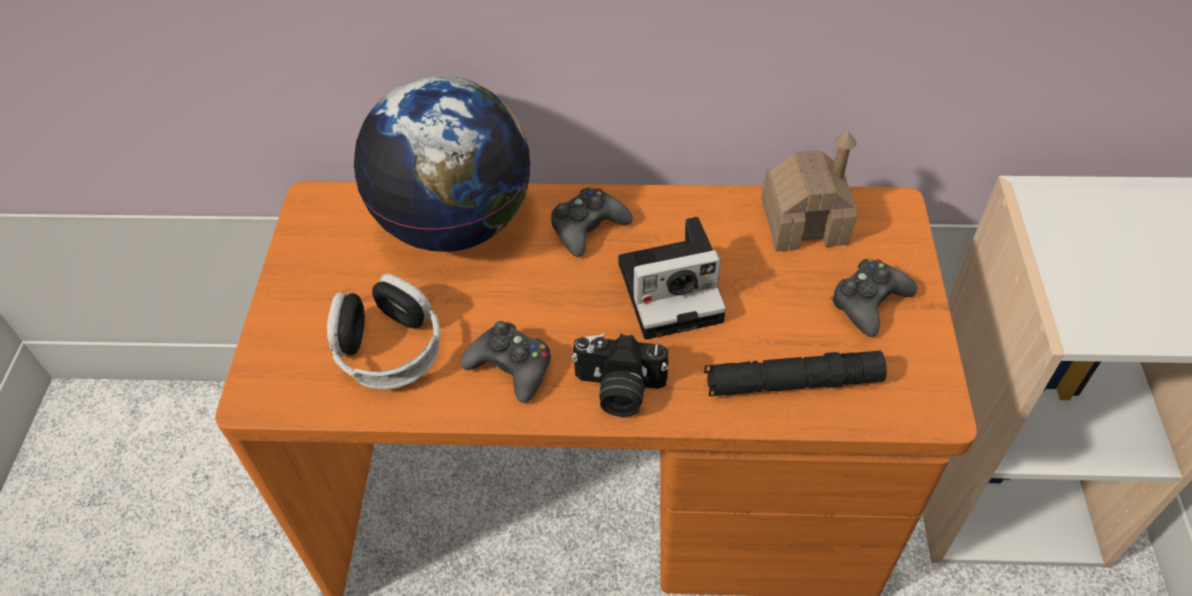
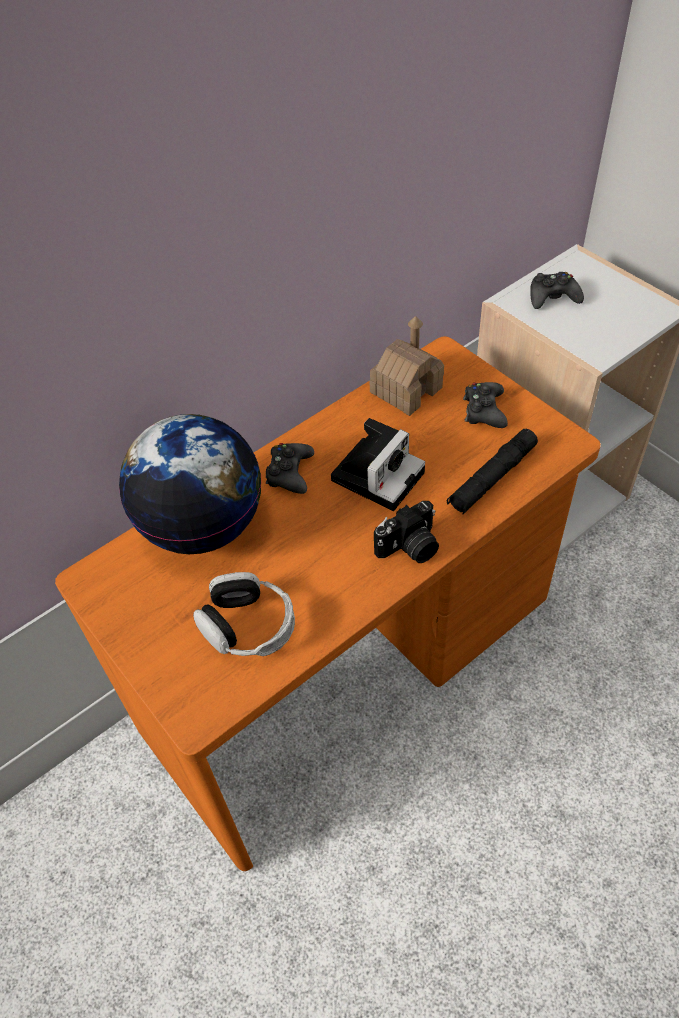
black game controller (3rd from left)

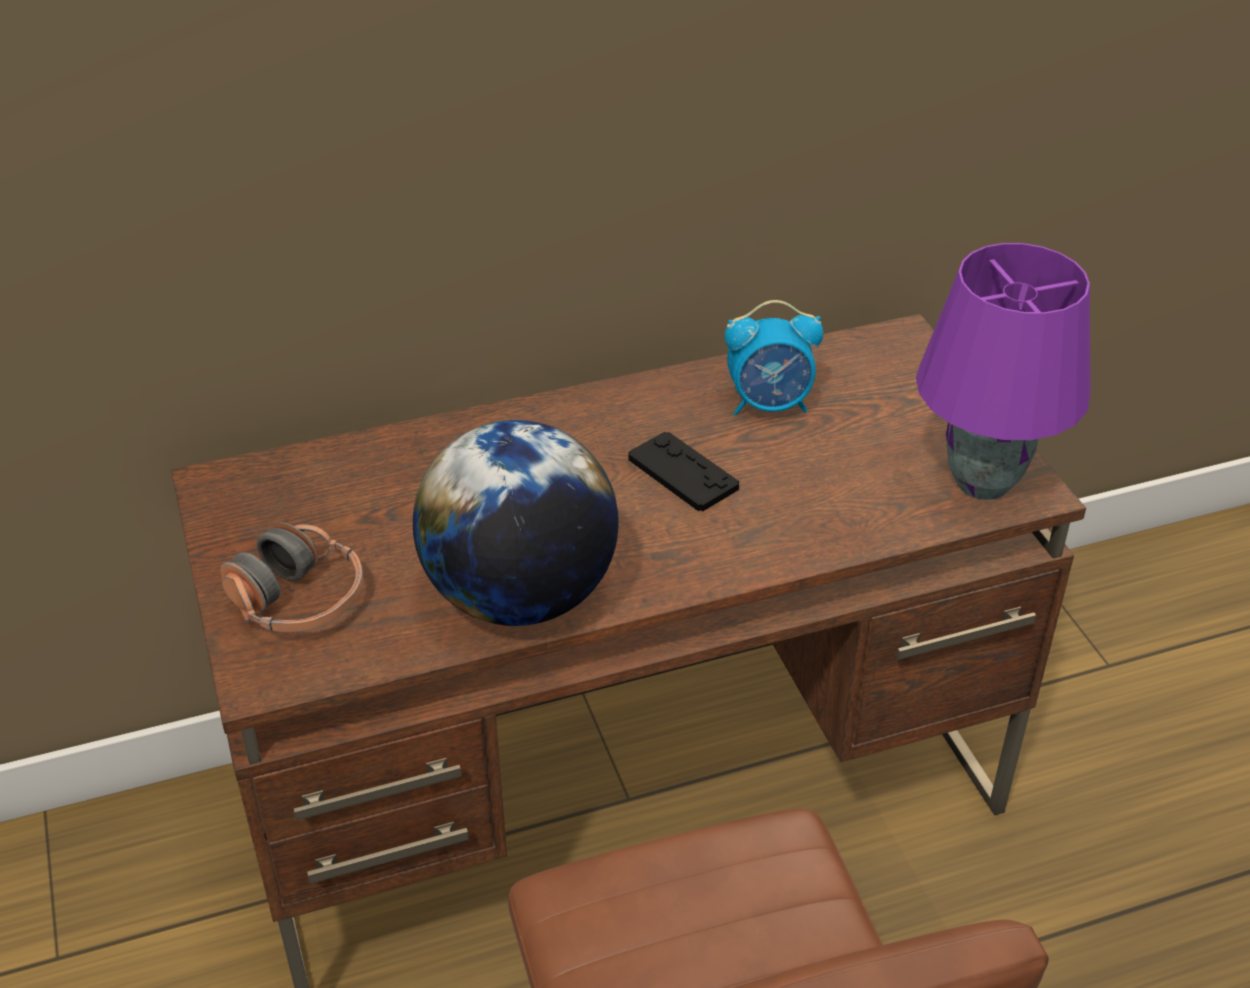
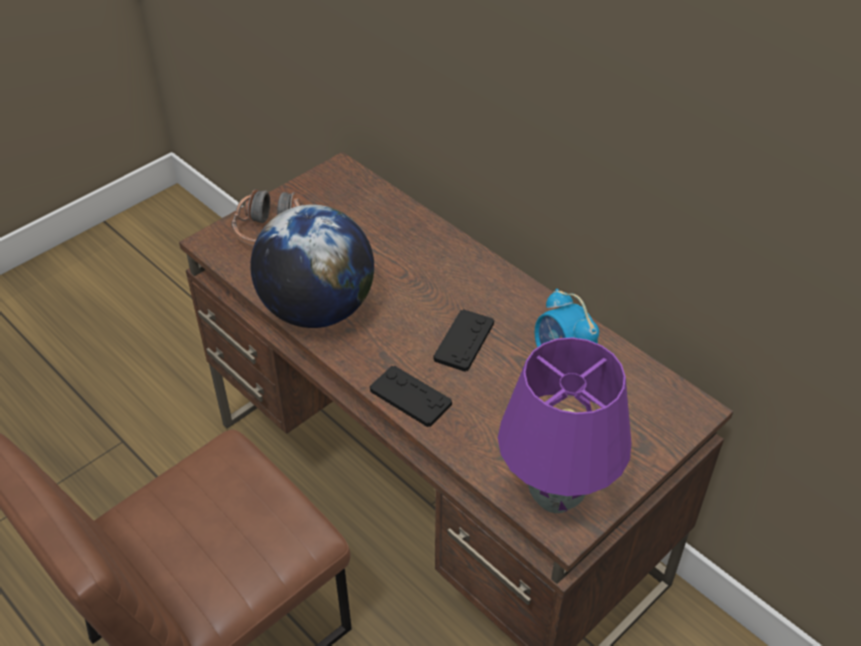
black game controller (1st from left)

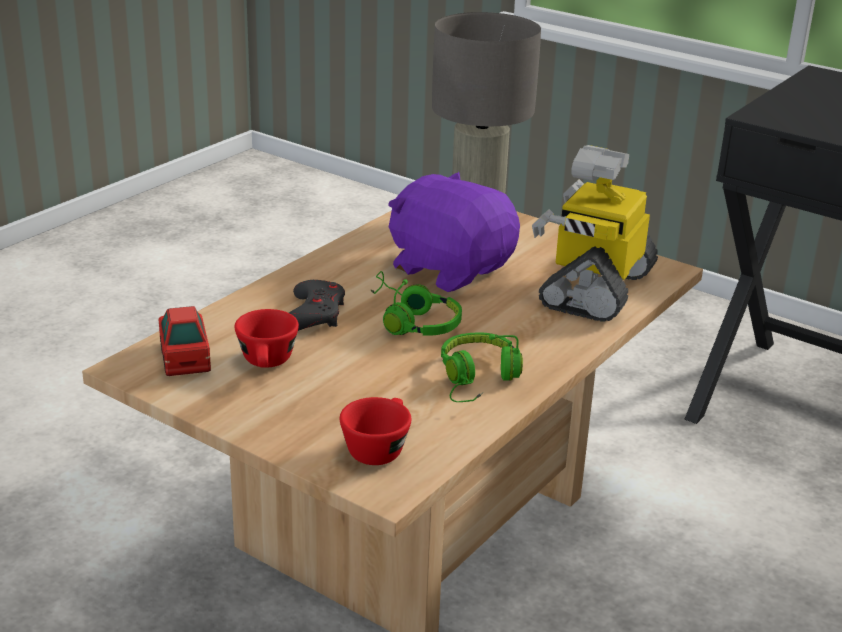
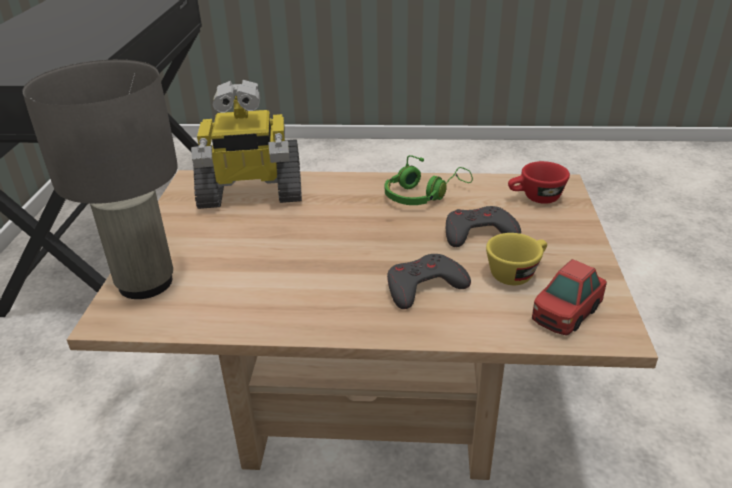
purple plush toy; green headphones (1st from left in the first image); yellow cup; grey game controller (2nd from left)

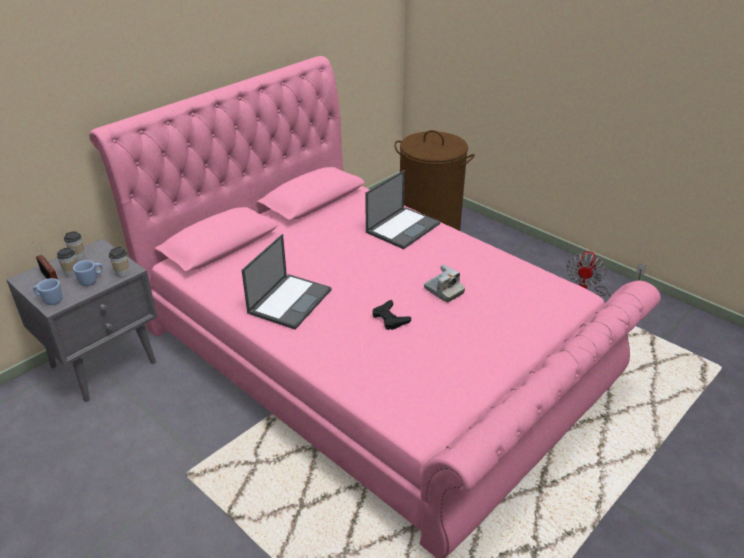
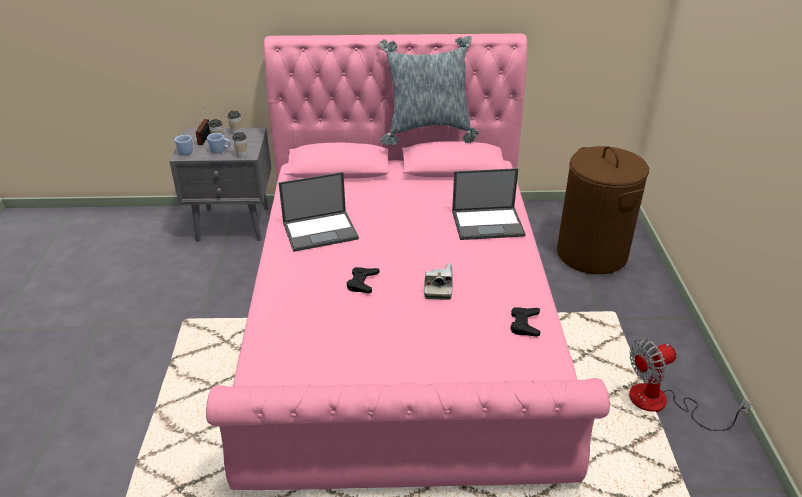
pillow; black game controller (2nd from left)

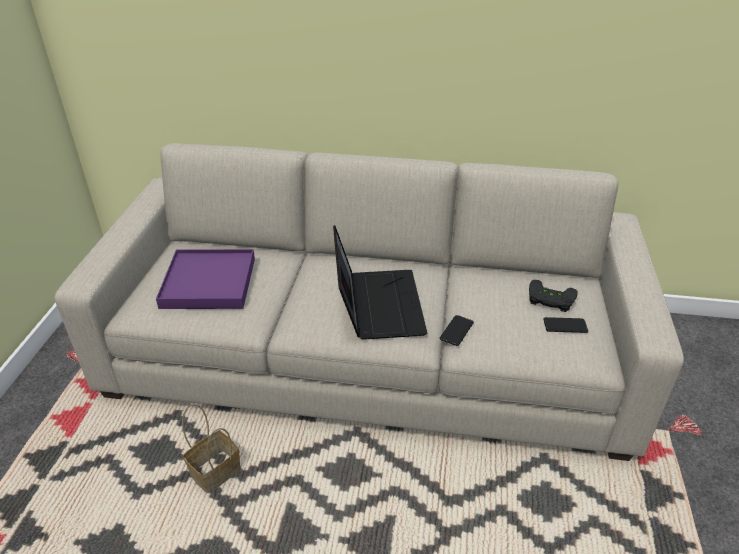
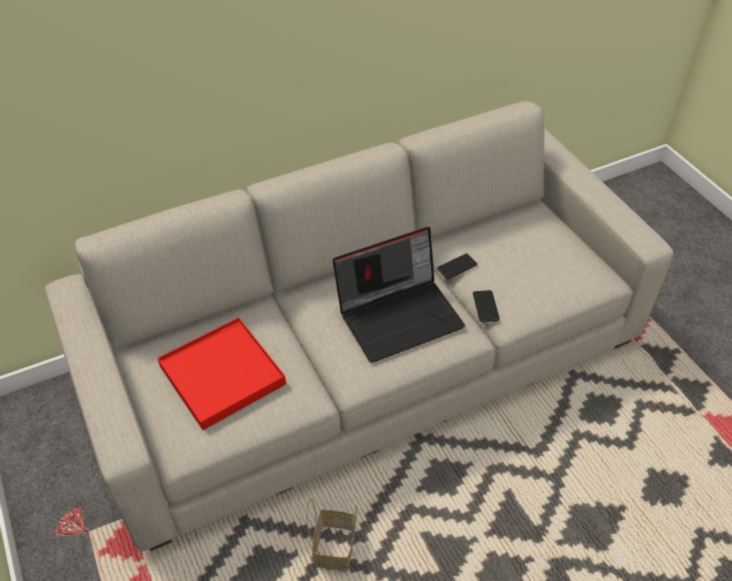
laptop; red tray; black game controller; phone (1st from left)

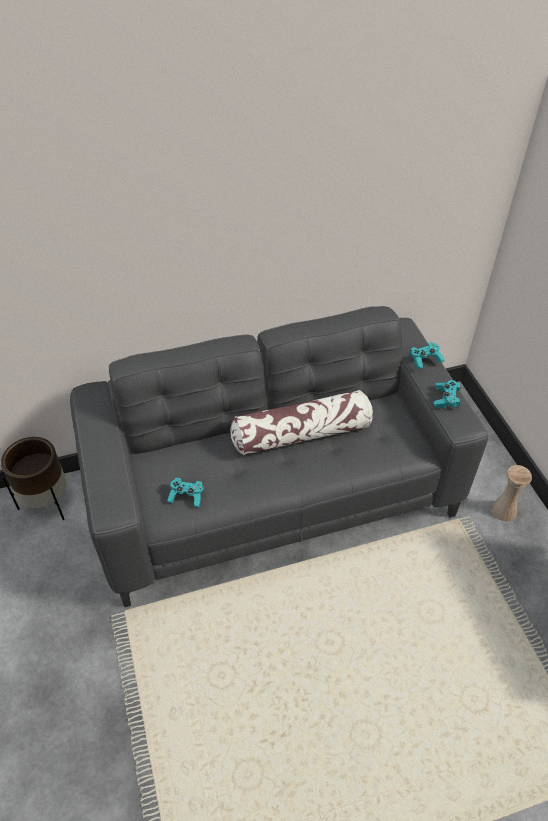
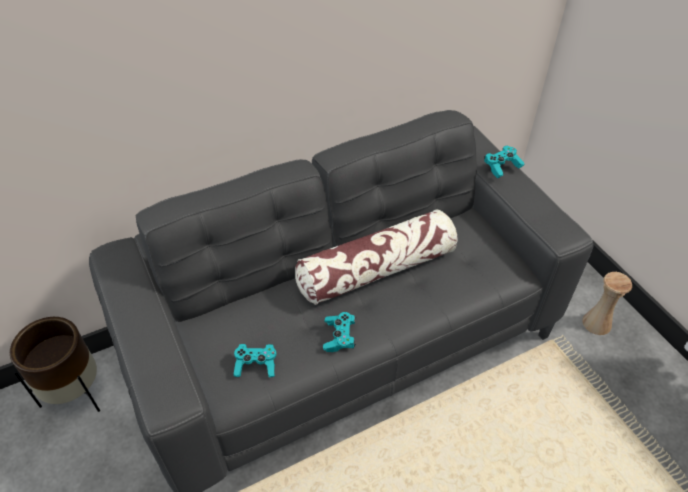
turquoise game controller (2nd from left)

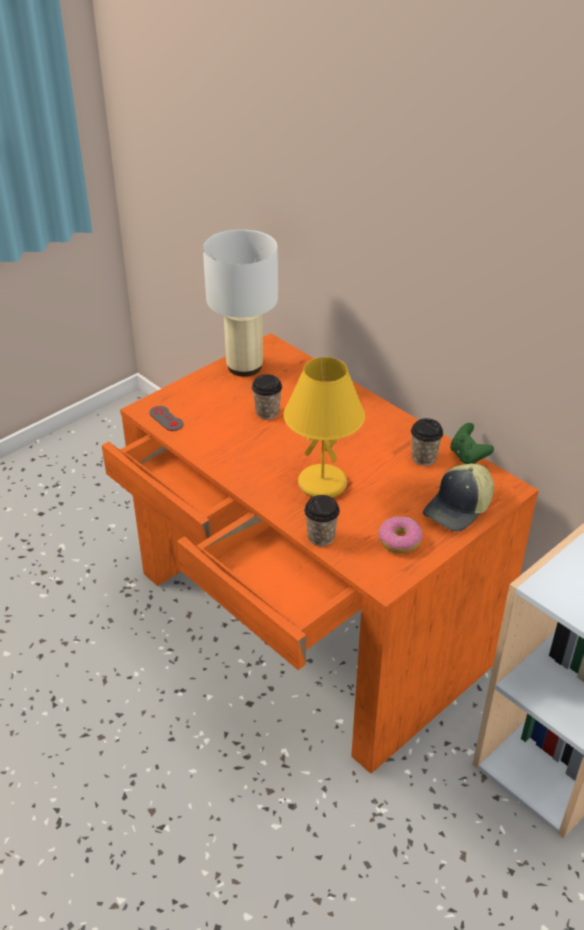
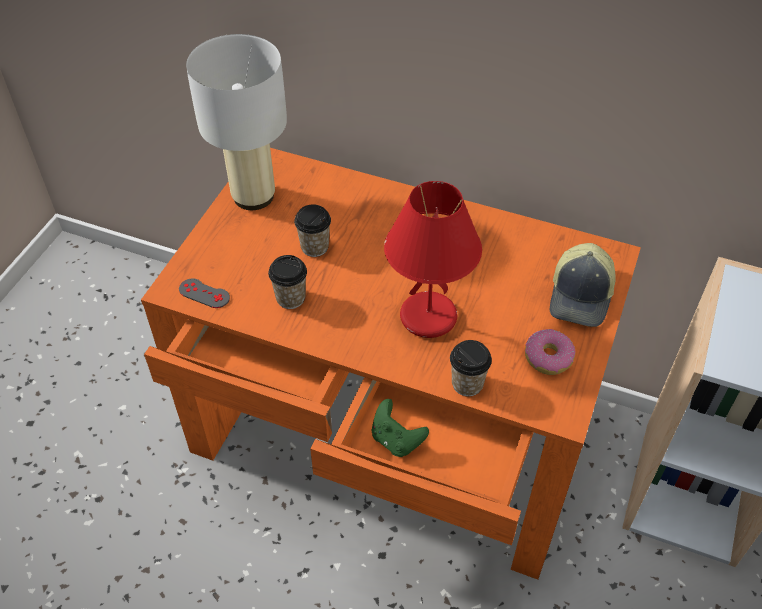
red table lamp; cup (1st from left); green game controller

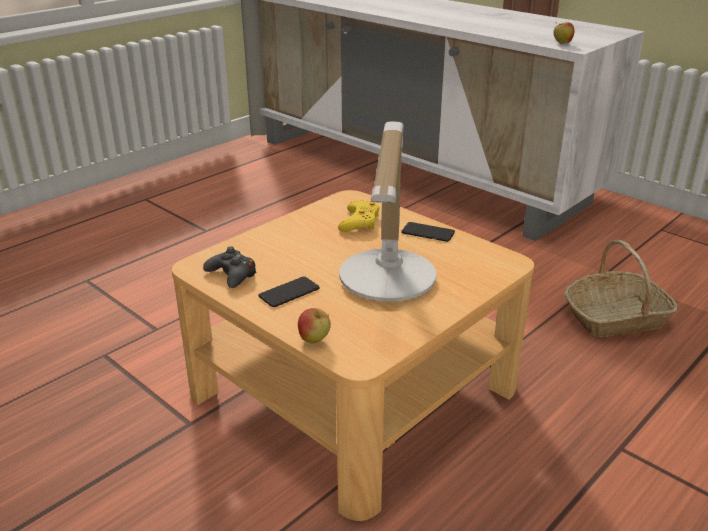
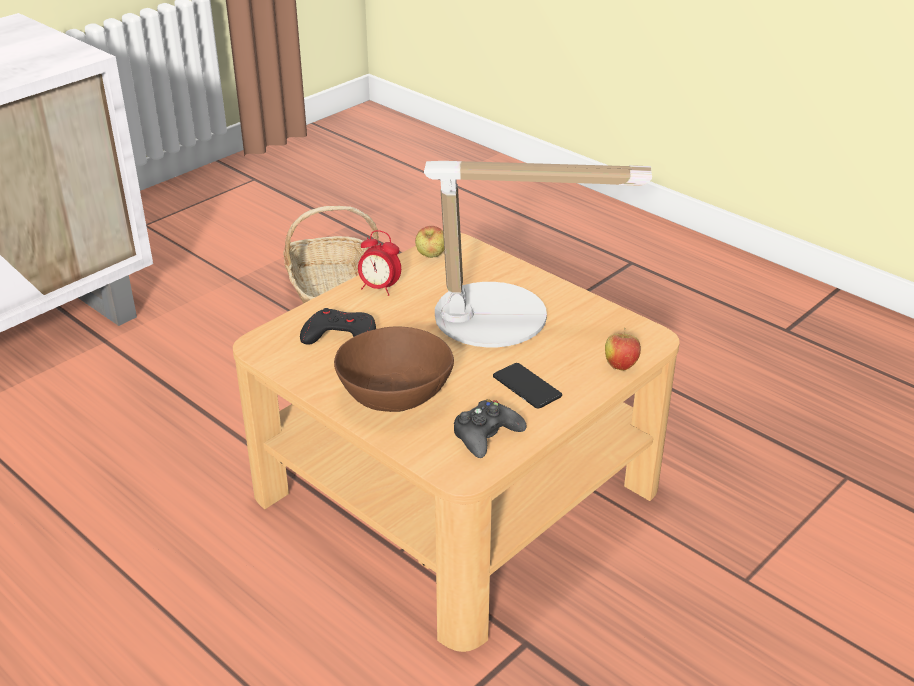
apple (1st from left); black game controller (1st from left); alarm clock; brown bowl

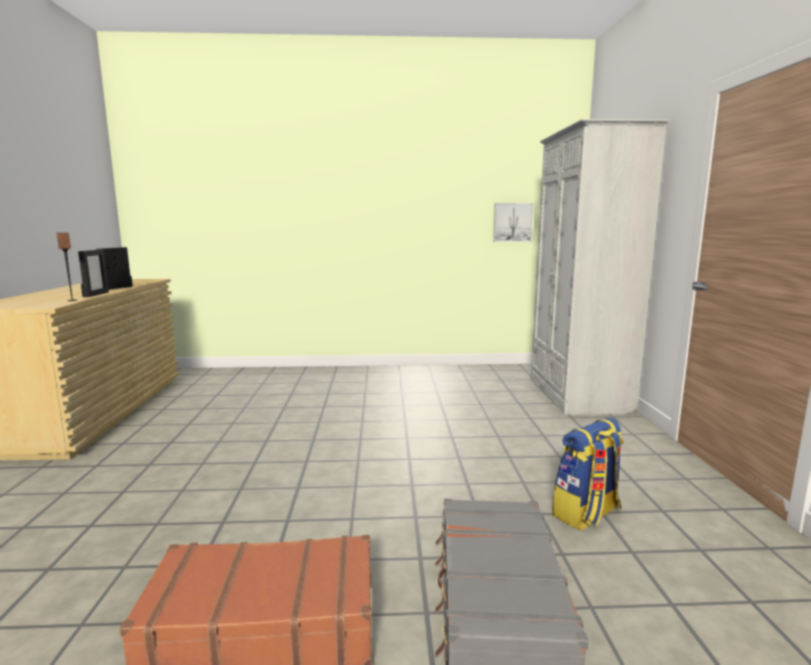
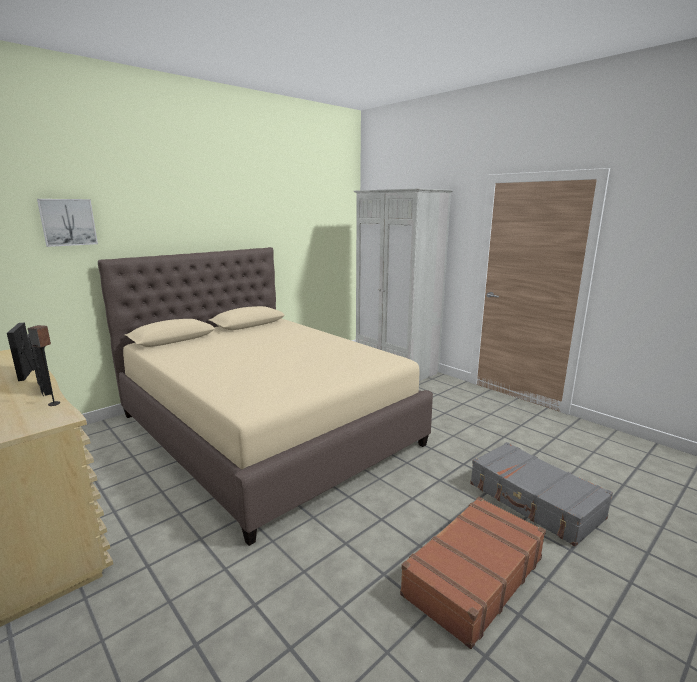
picture; backpack; beige bed

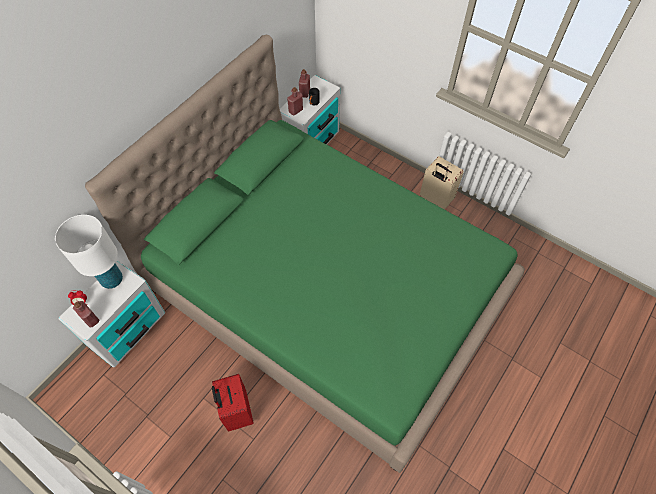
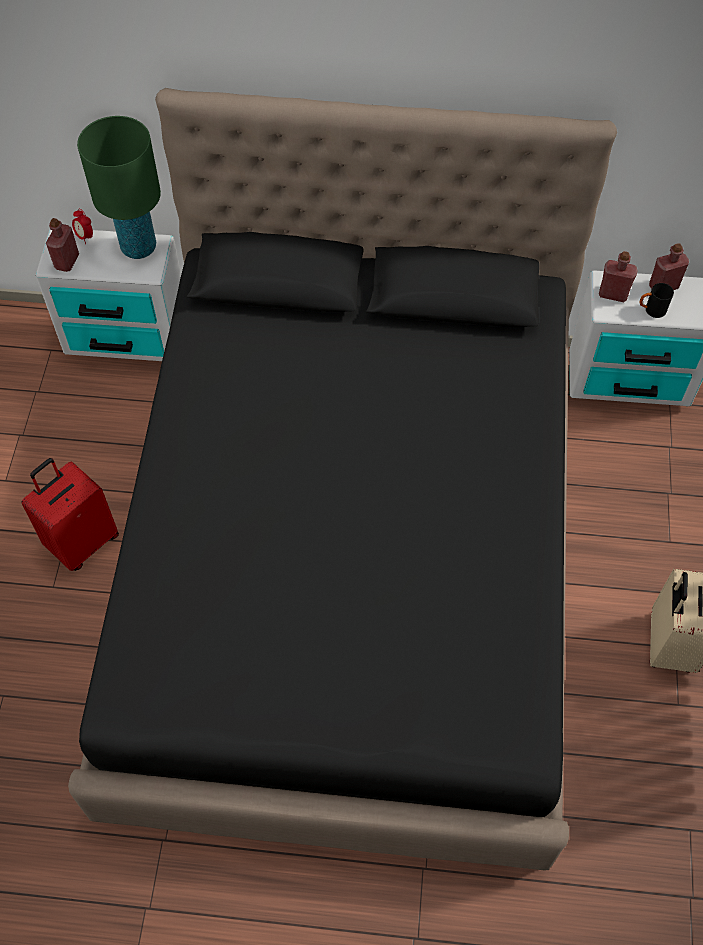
black bed; green table lamp

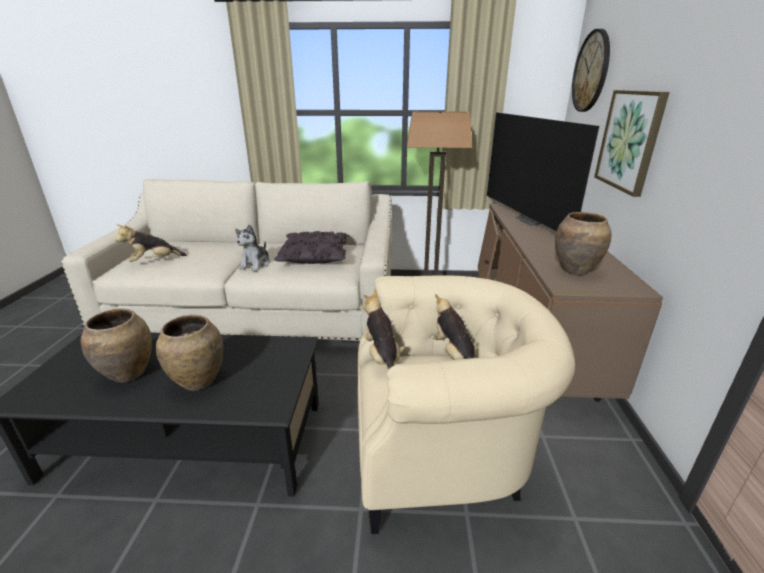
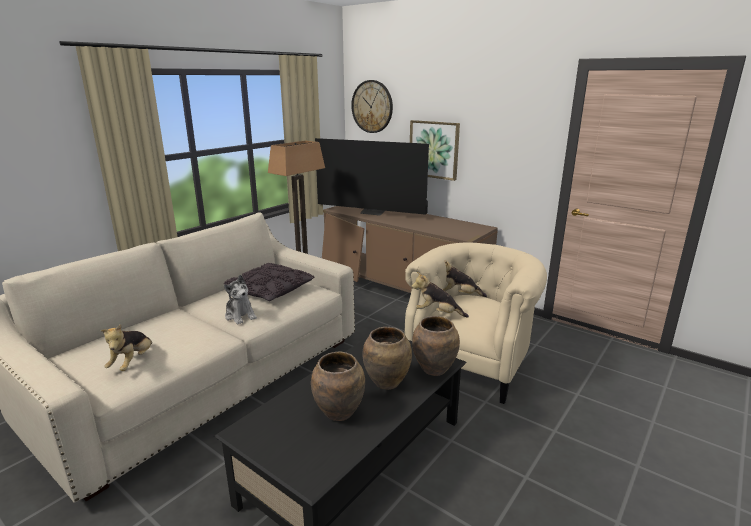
brown vase (3rd from left)

